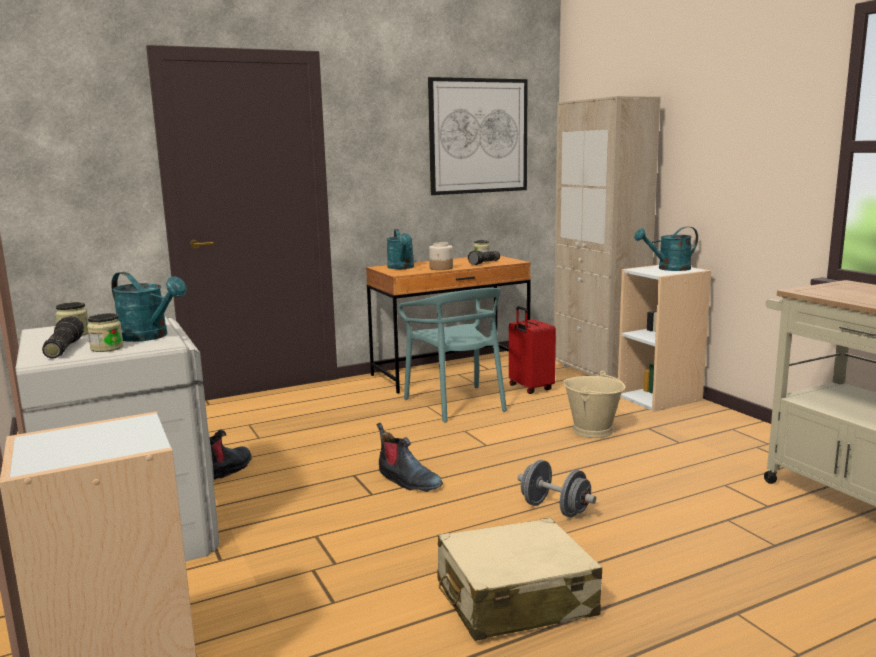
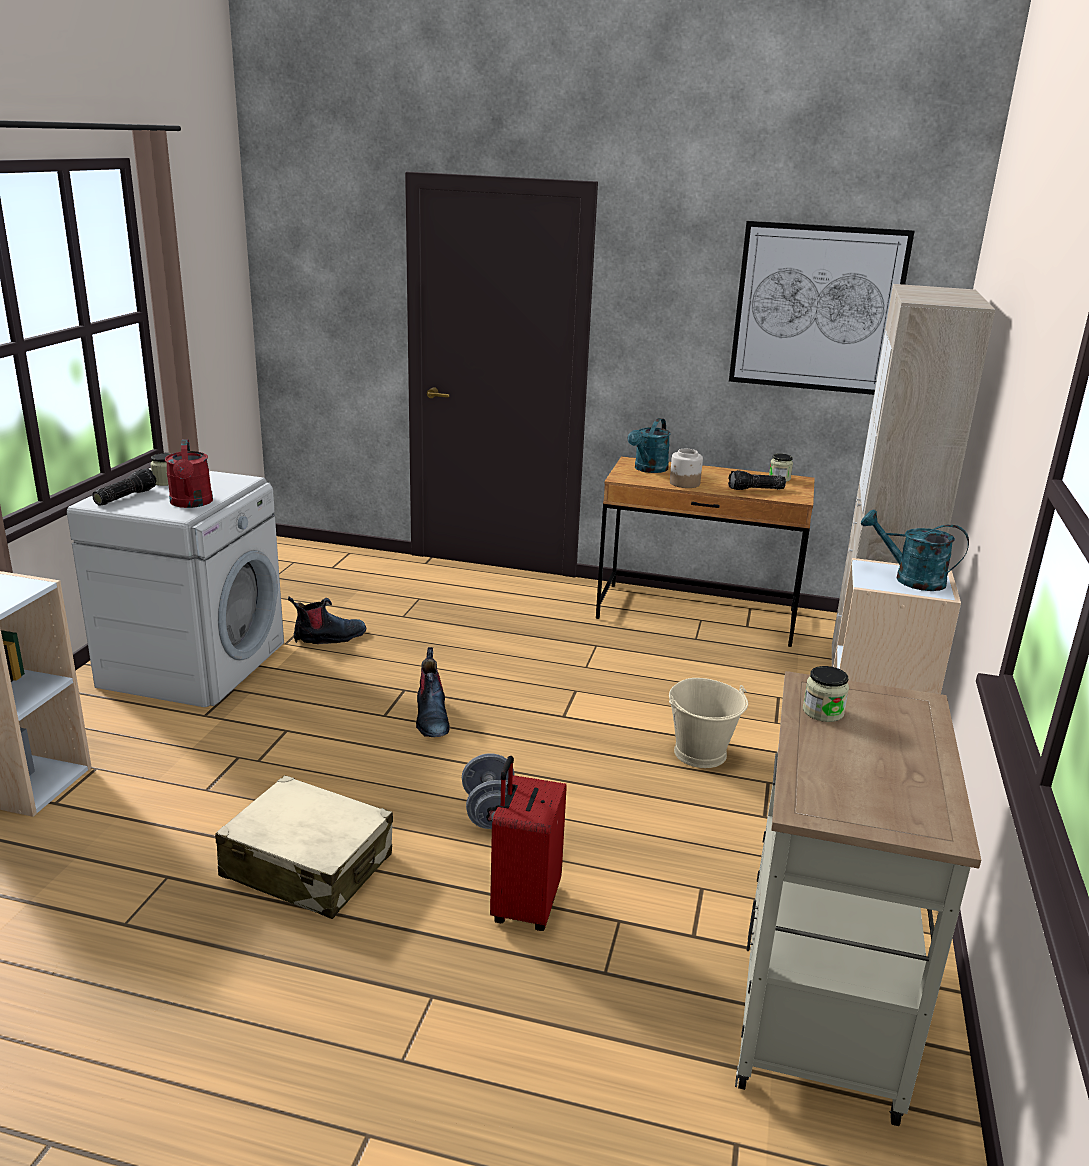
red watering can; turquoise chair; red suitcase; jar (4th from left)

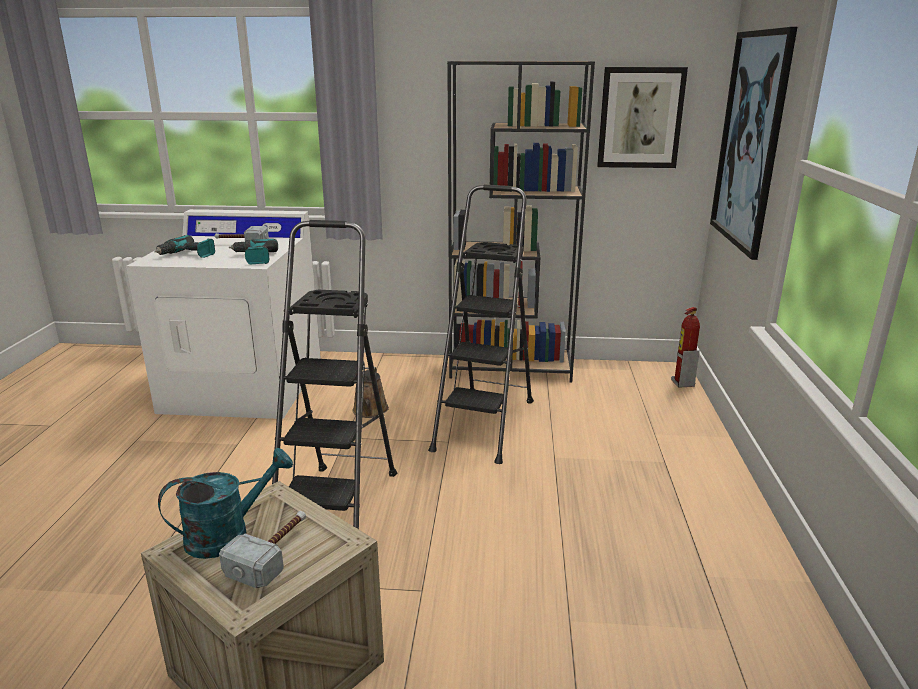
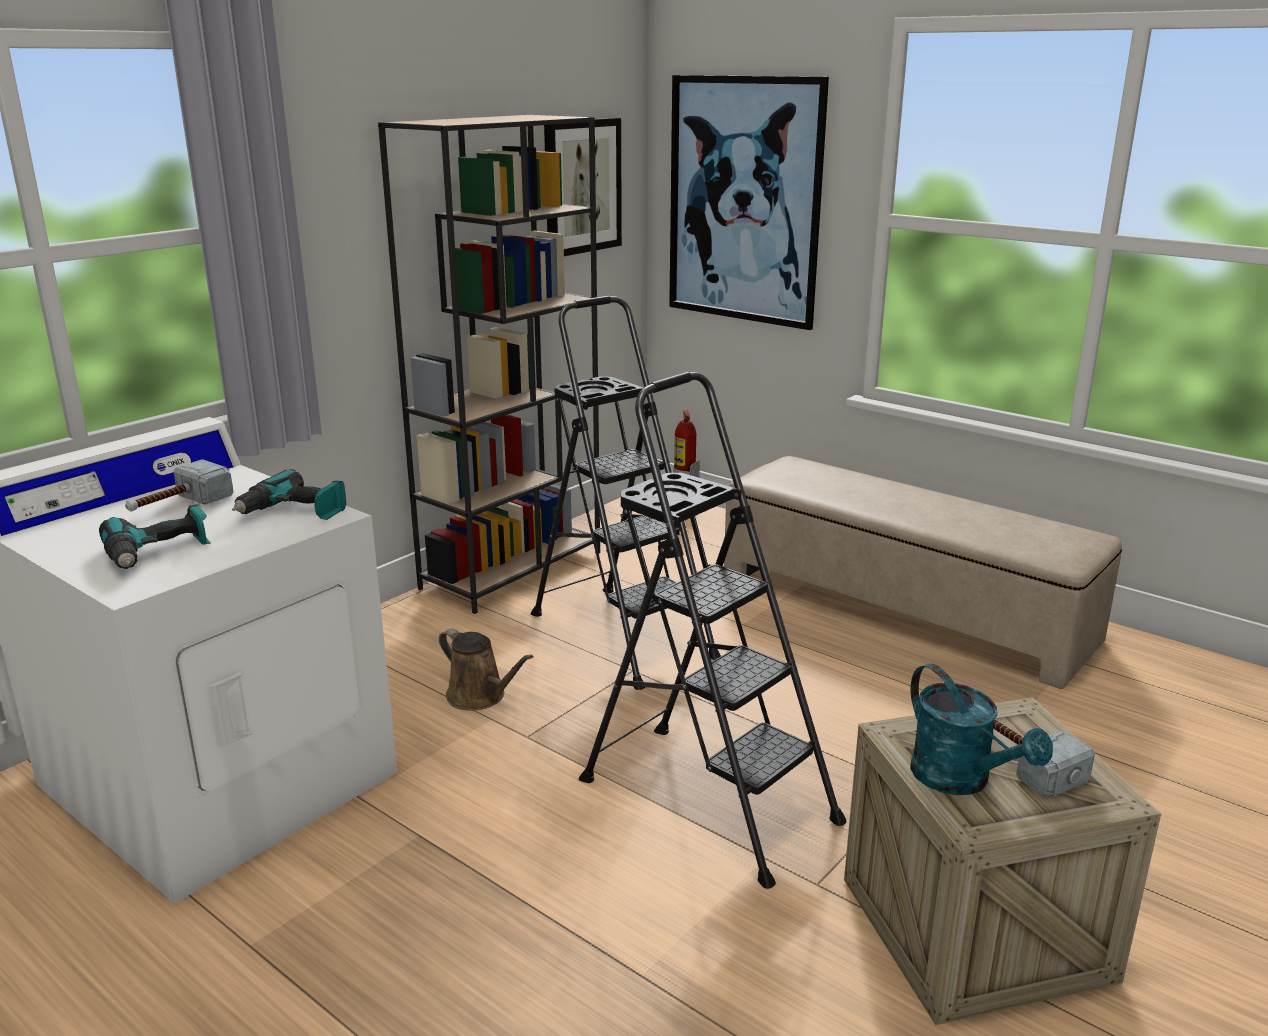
turquoise watering can; beige bench

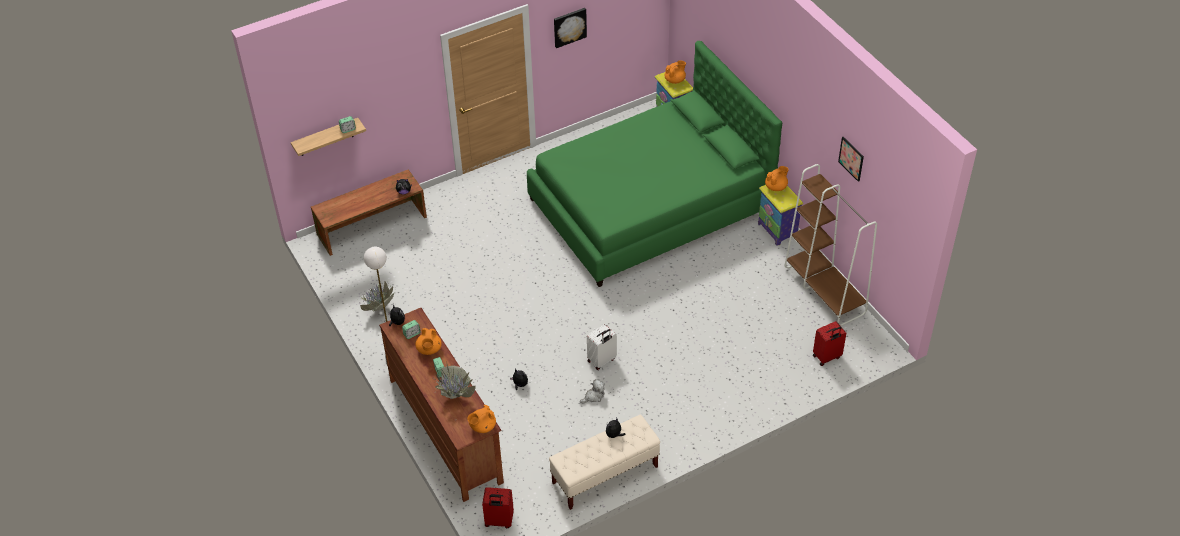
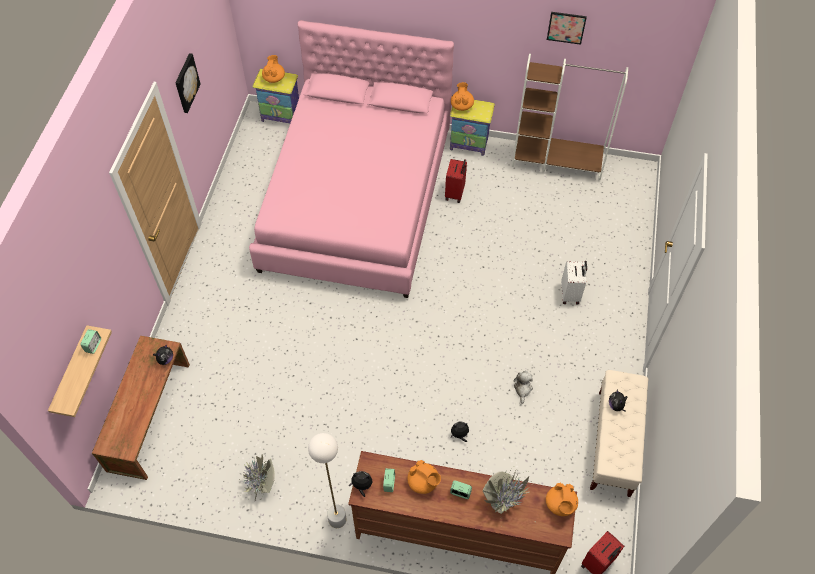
pink bed; red suitcase (1st from left); white suitcase

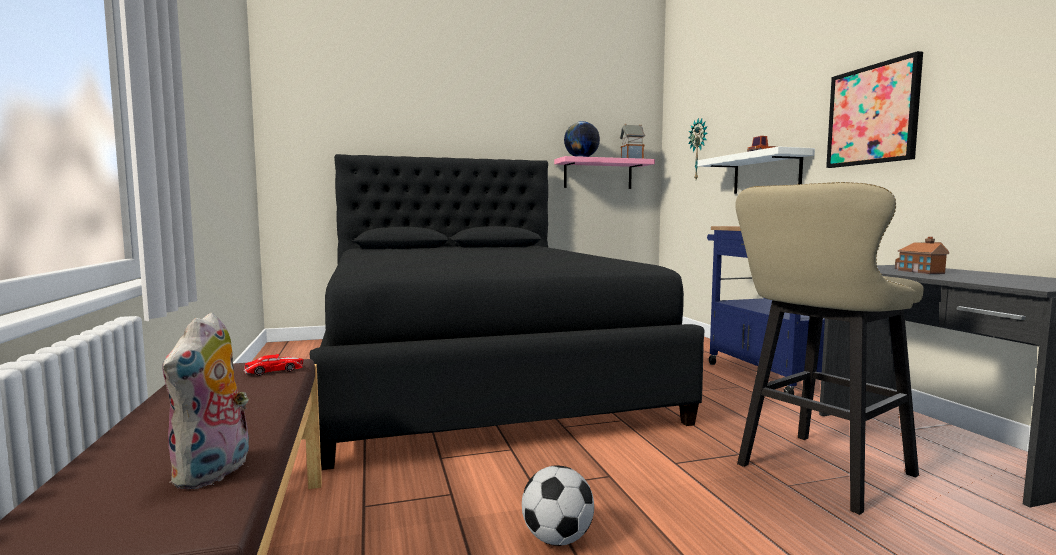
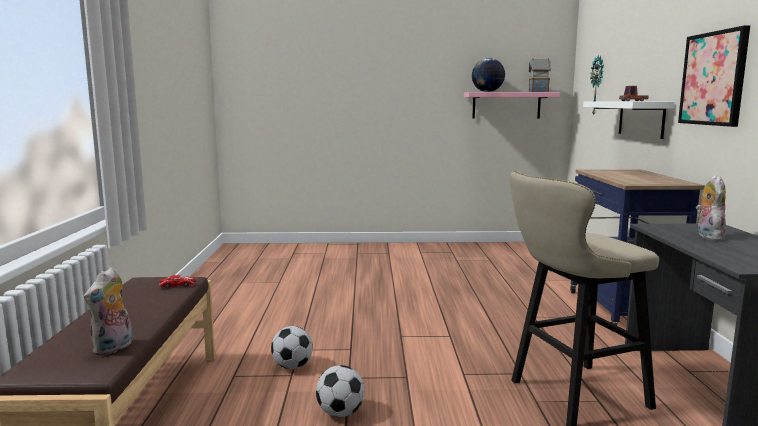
black bed; plush toy (2nd from left); football (1st from left)

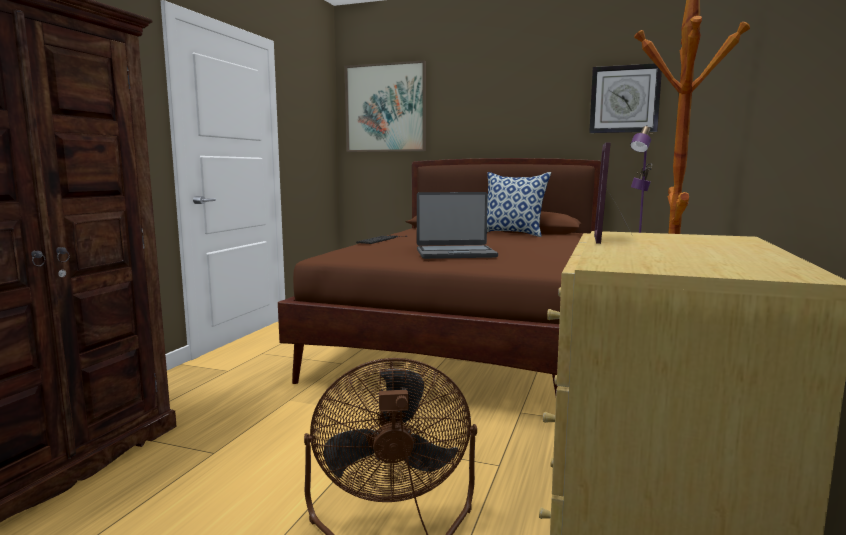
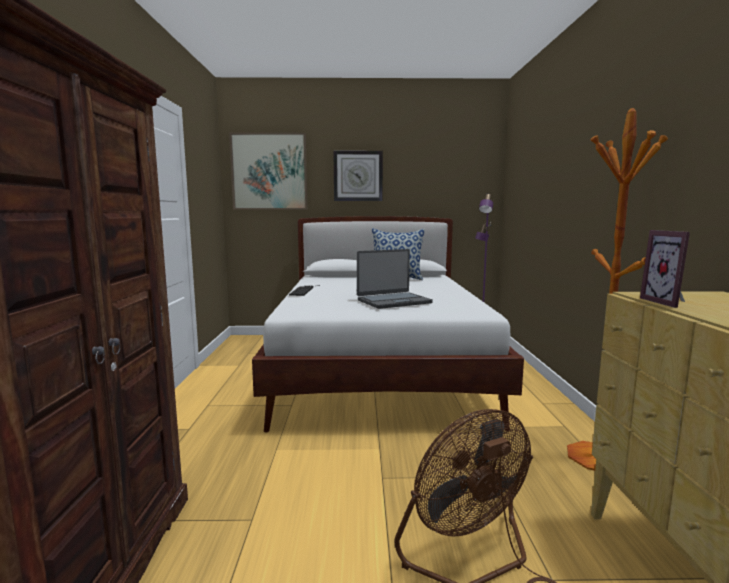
wall clock; white bed

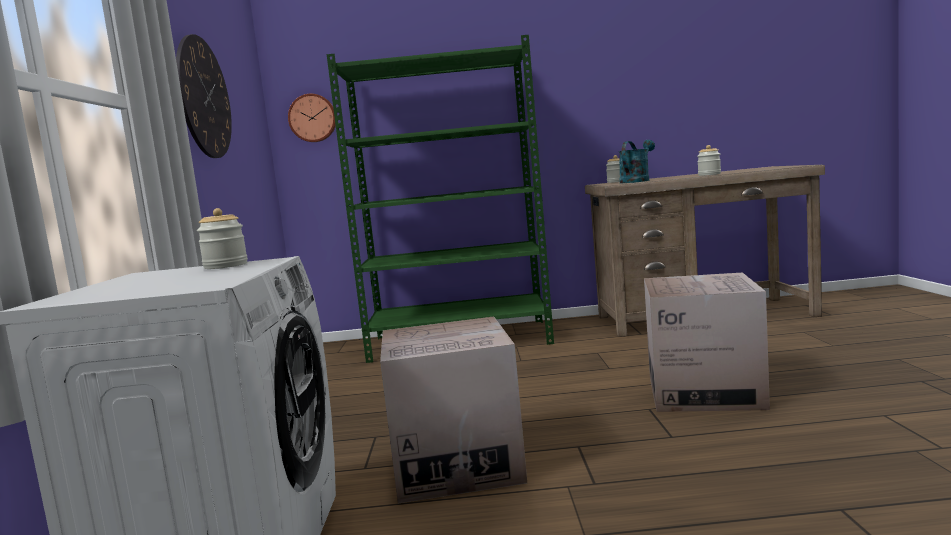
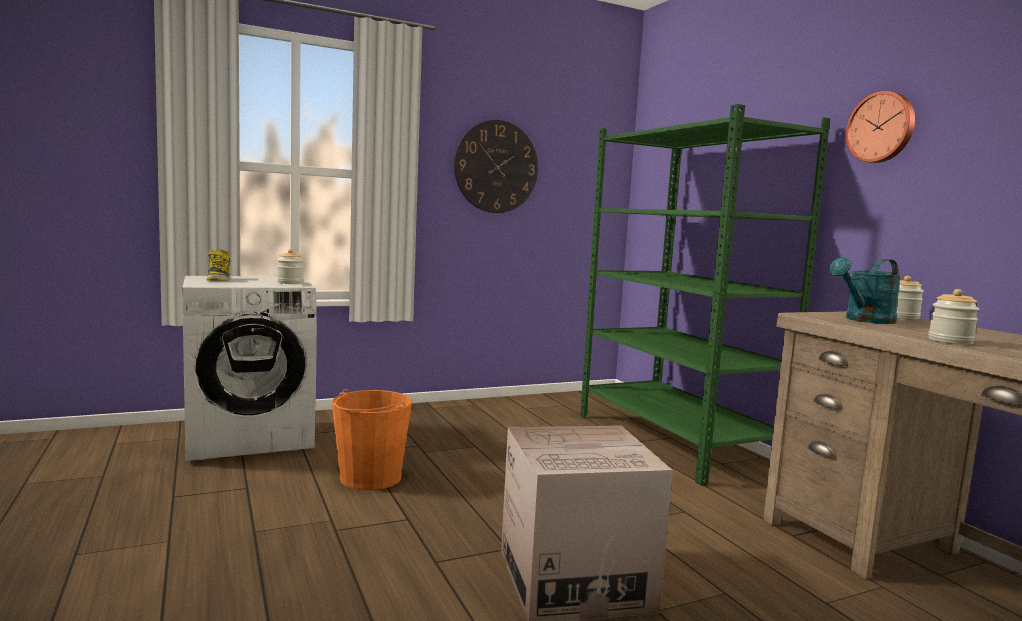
wall clock (2nd from left); turquoise watering can; orange bucket; boot

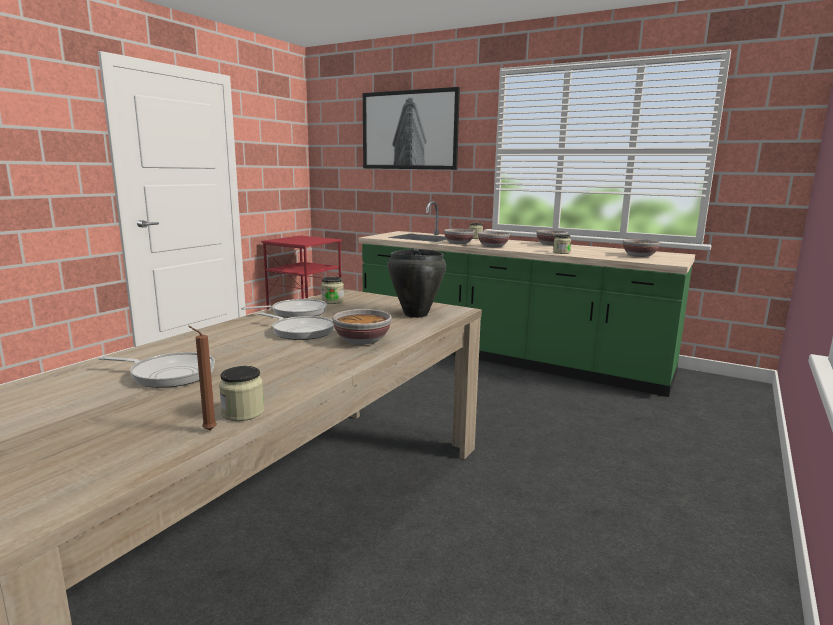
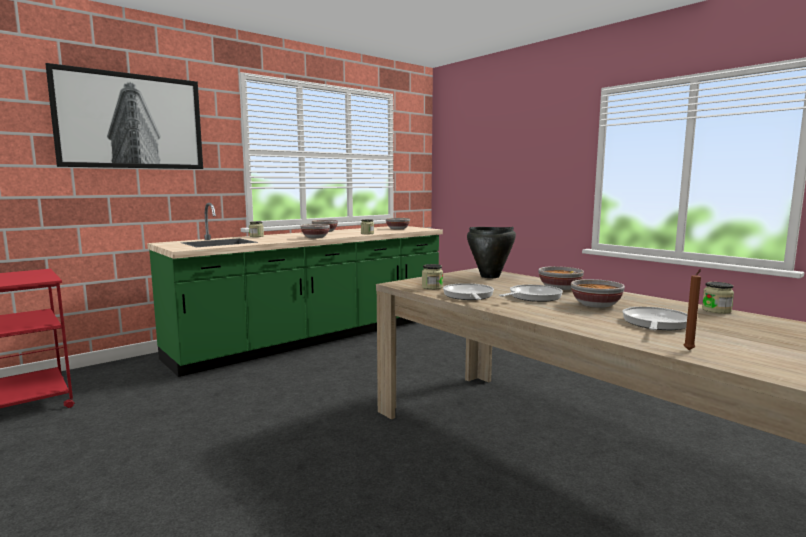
bowl (5th from left); brown candle

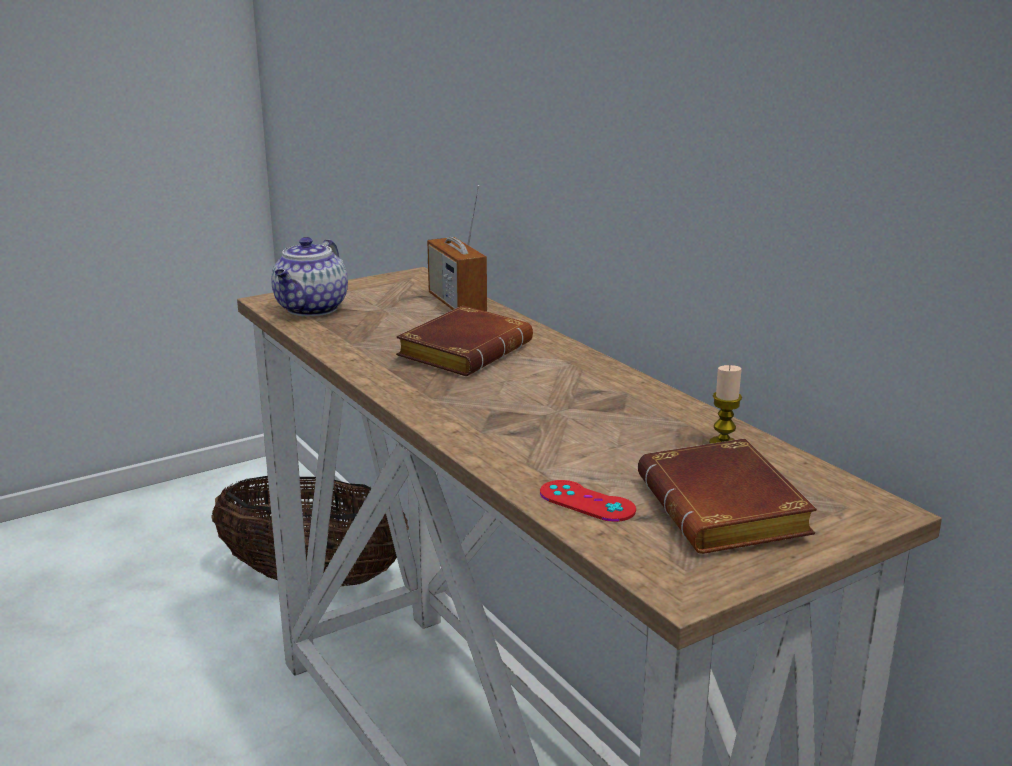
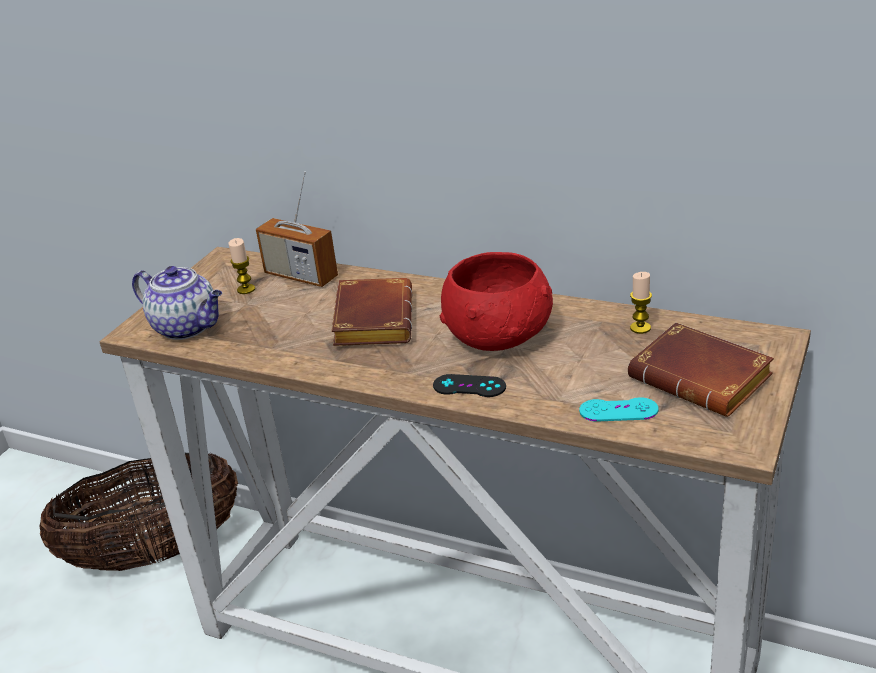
teapot; turquoise game controller; candle (1st from left); red bowl; black game controller

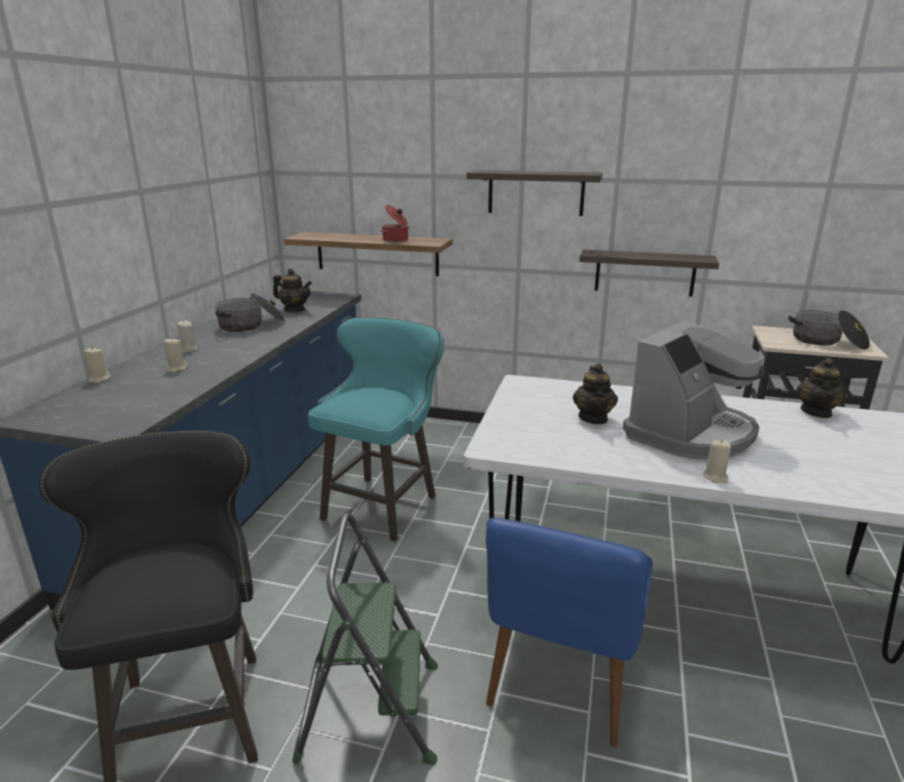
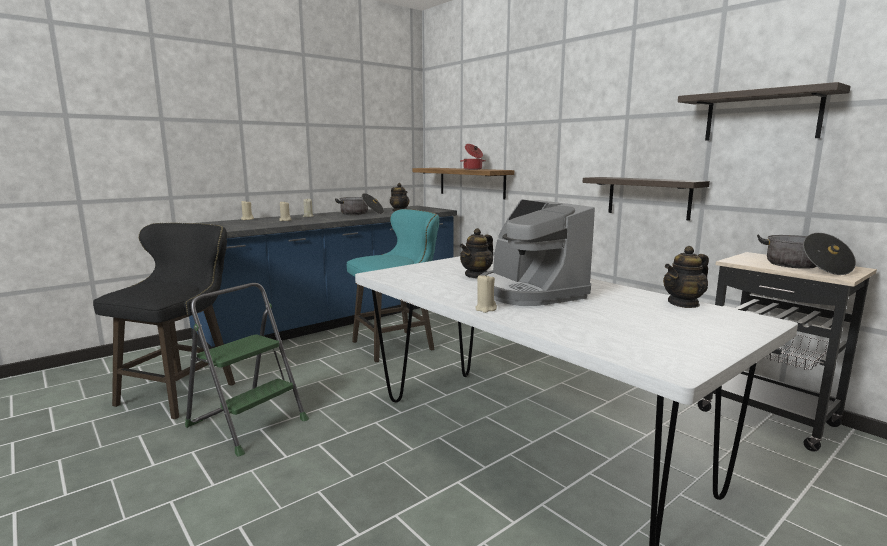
shelf (3rd from left); coffee machine; blue chair

